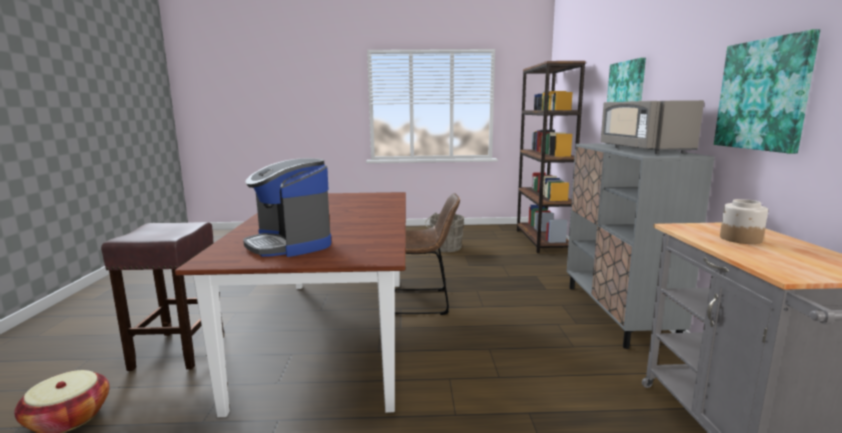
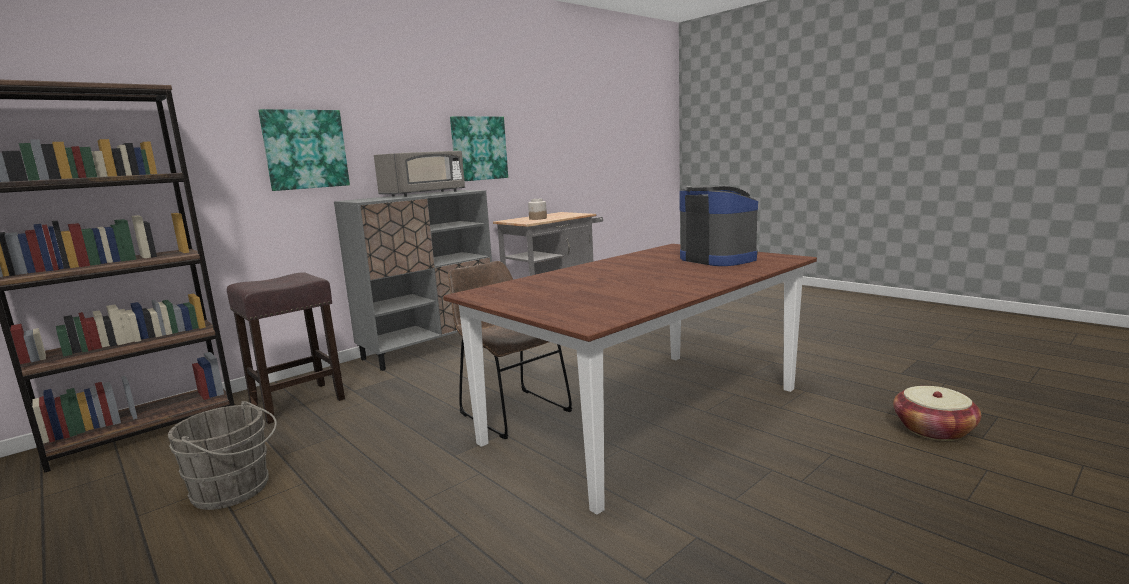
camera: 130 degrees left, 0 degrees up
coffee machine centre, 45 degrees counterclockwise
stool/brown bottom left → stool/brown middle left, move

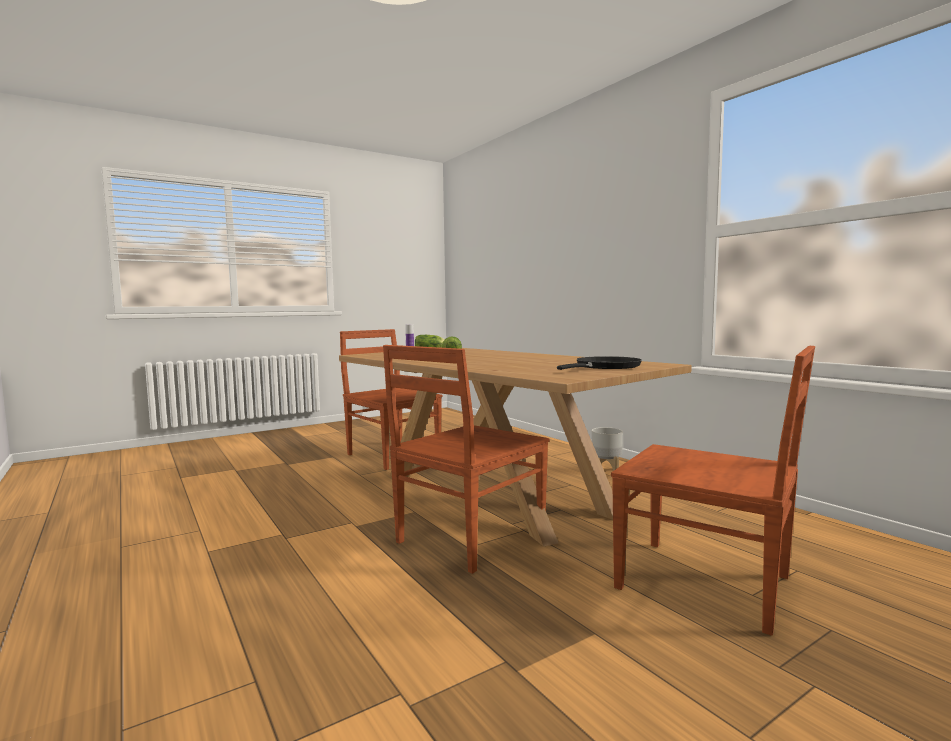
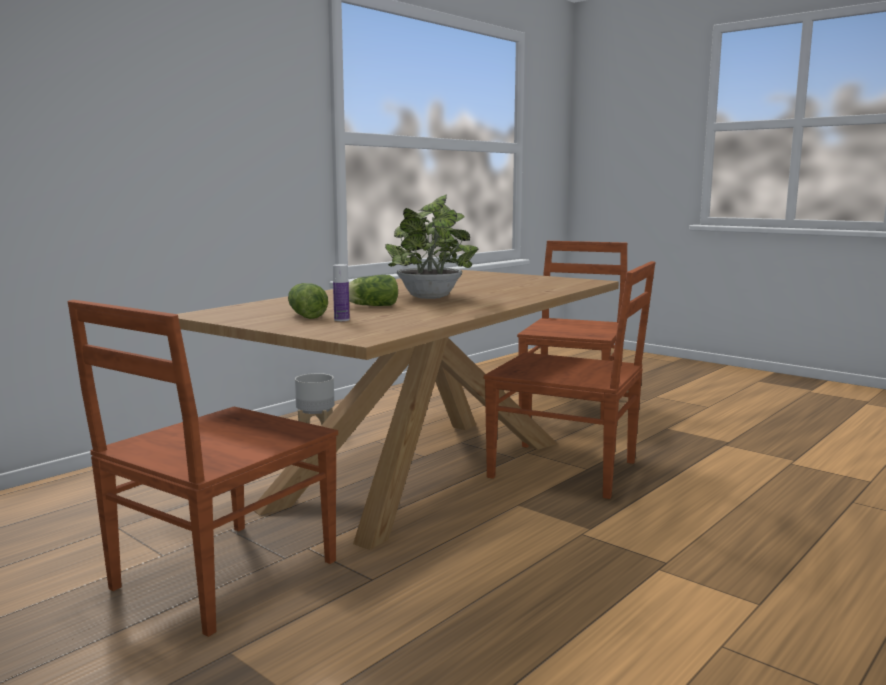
camera: 105 degrees left, 5 degrees up
frying pan/black centre → -
- → potted plant centre

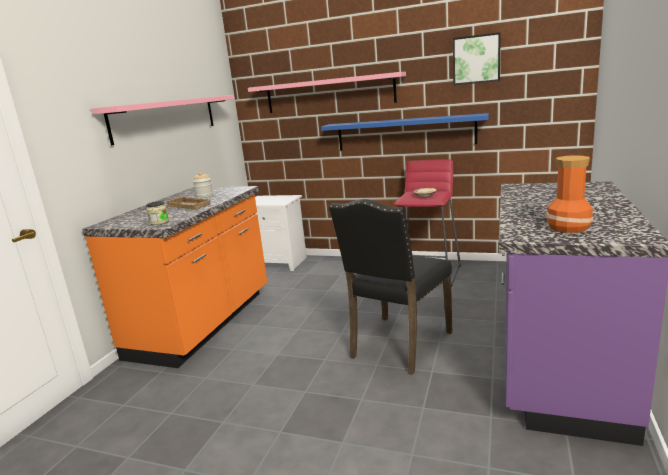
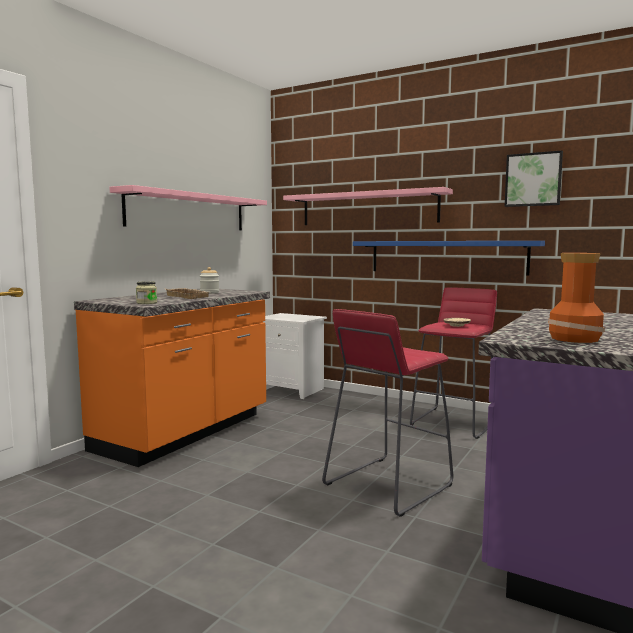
camera: 10 degrees right, 10 degrees down
chair/black centre → stool/red (1st from left) centre

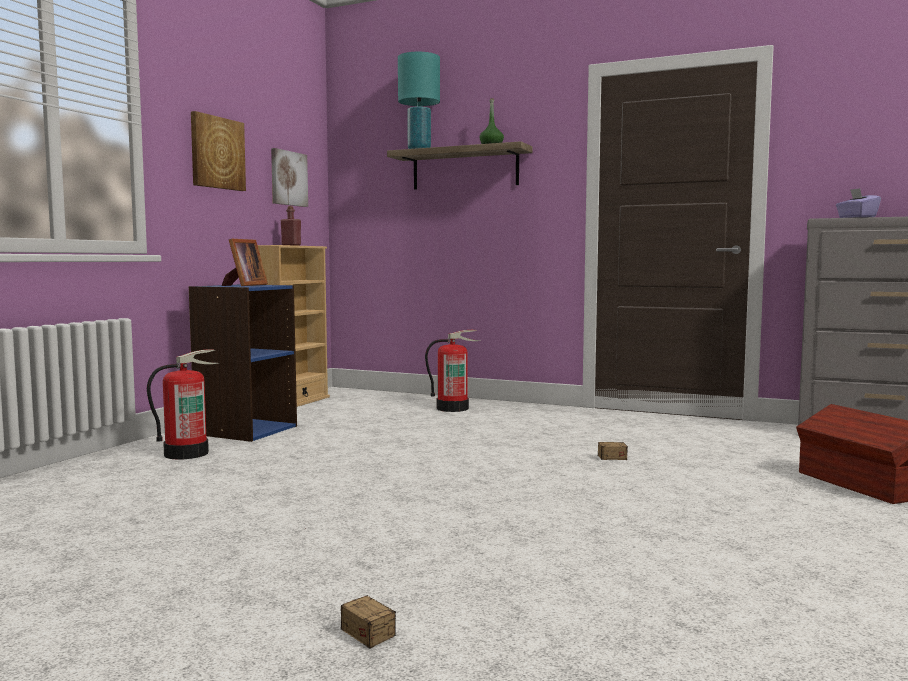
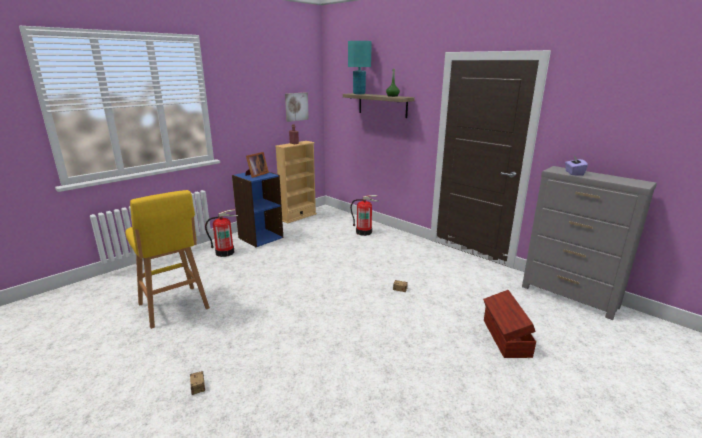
camera: 20 degrees right, 15 degrees up
picture (1st from left) top left → -
- → stool/yellow middle left

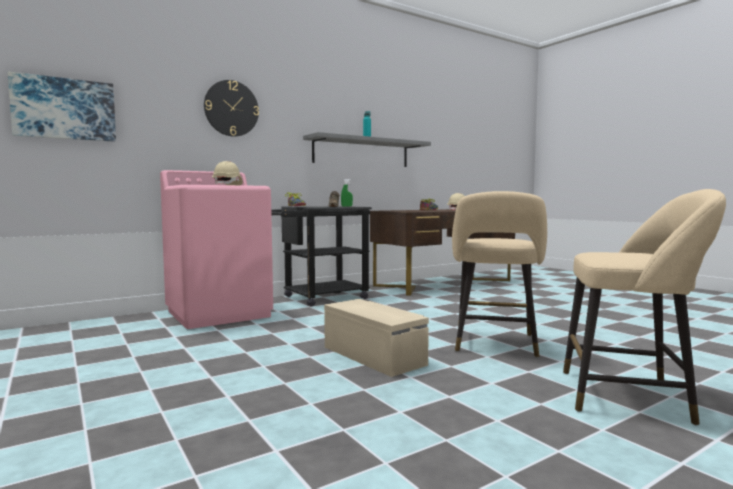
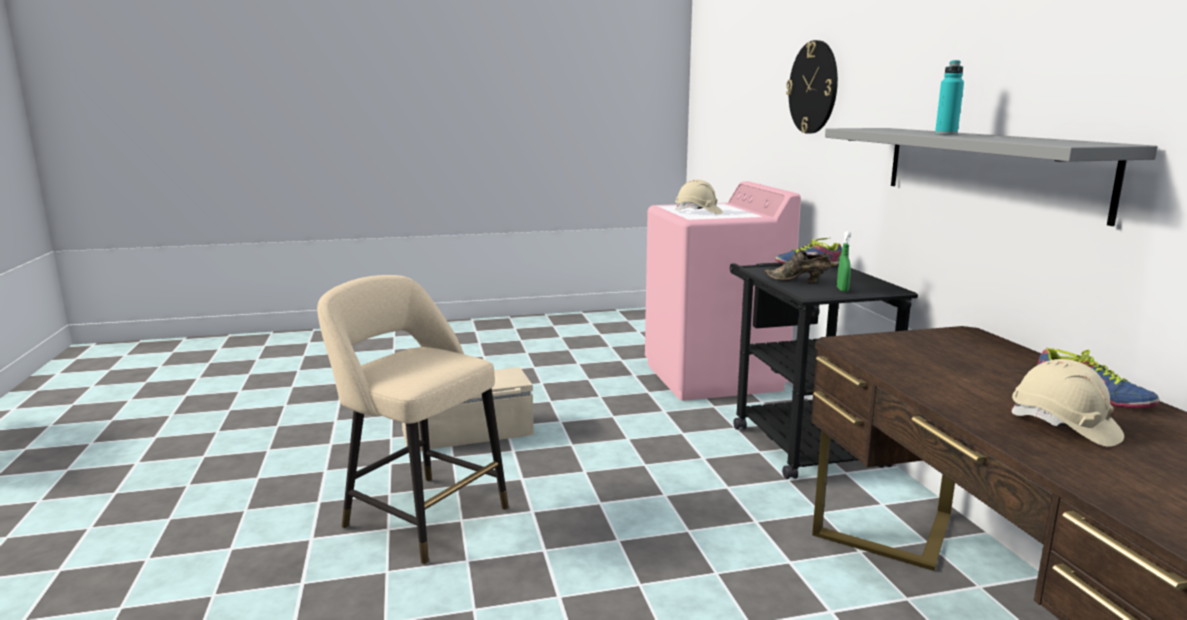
camera: 110 degrees right, 10 degrees up
picture top left → -
stool/beige (2nd from left) middle right → -

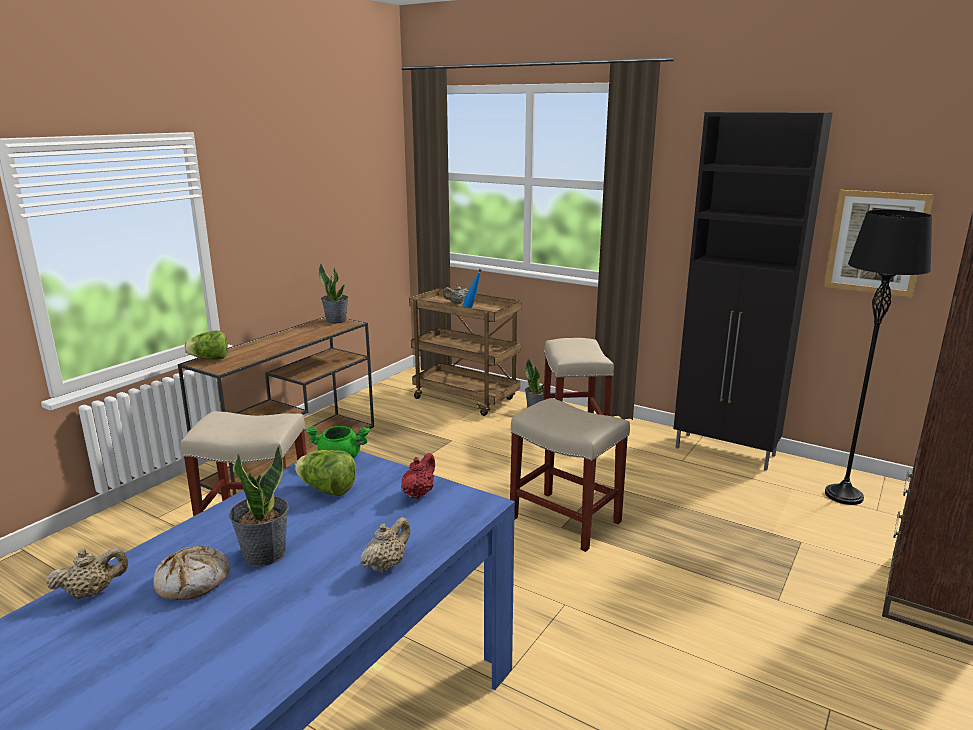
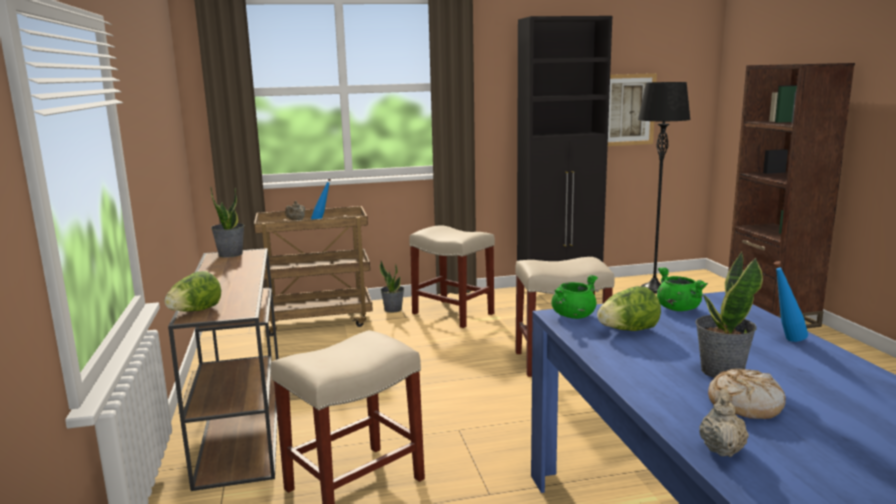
camera: 45 degrees left, 5 degrees down
teapot/red centre → cooking pot/green (2nd from left) middle right
teapot/beige (2nd from left) bottom centre → bottle/blue (2nd from left) middle right

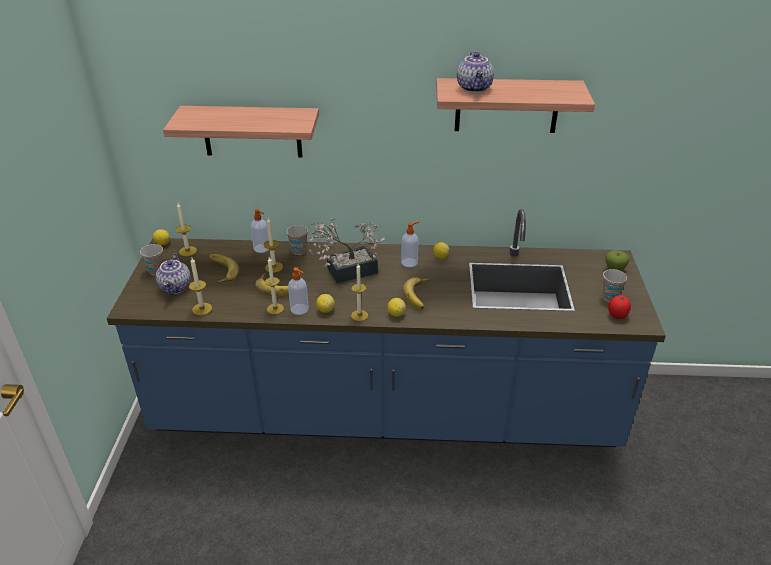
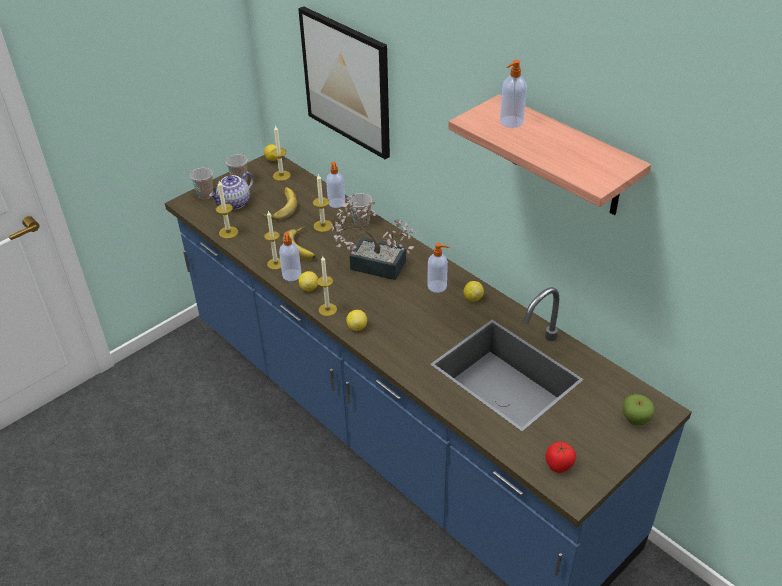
camera: 45 degrees right, 5 degrees up
teapot (2nd from left) top centre → soap dispenser (4th from left) top centre
shelf (1st from left) top left → picture top centre
cup (3rd from left in the first image) middle right → cup (1st from left) top left, move
banana (3rd from left) centre → -

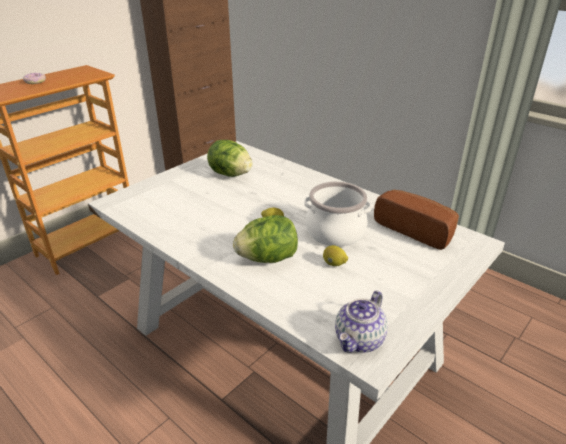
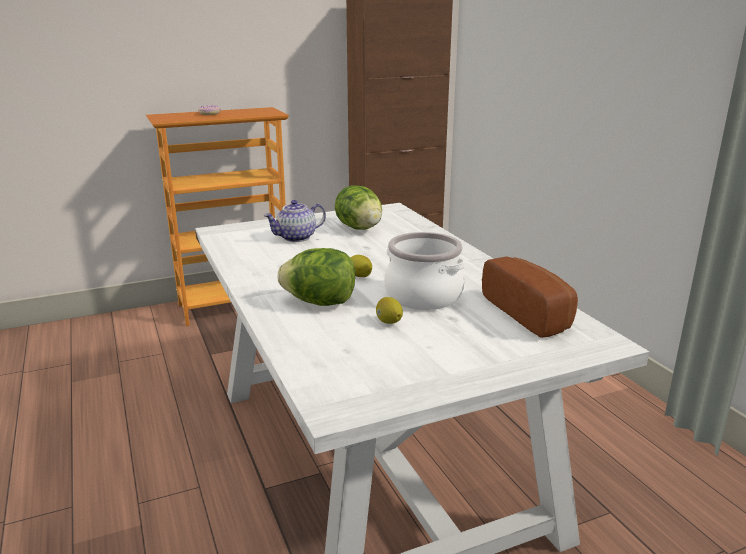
camera: 25 degrees right, 10 degrees down
teapot bottom centre → teapot centre, move

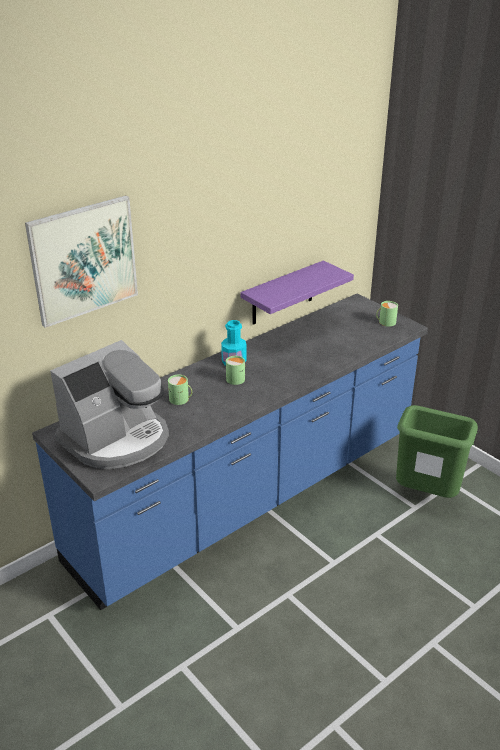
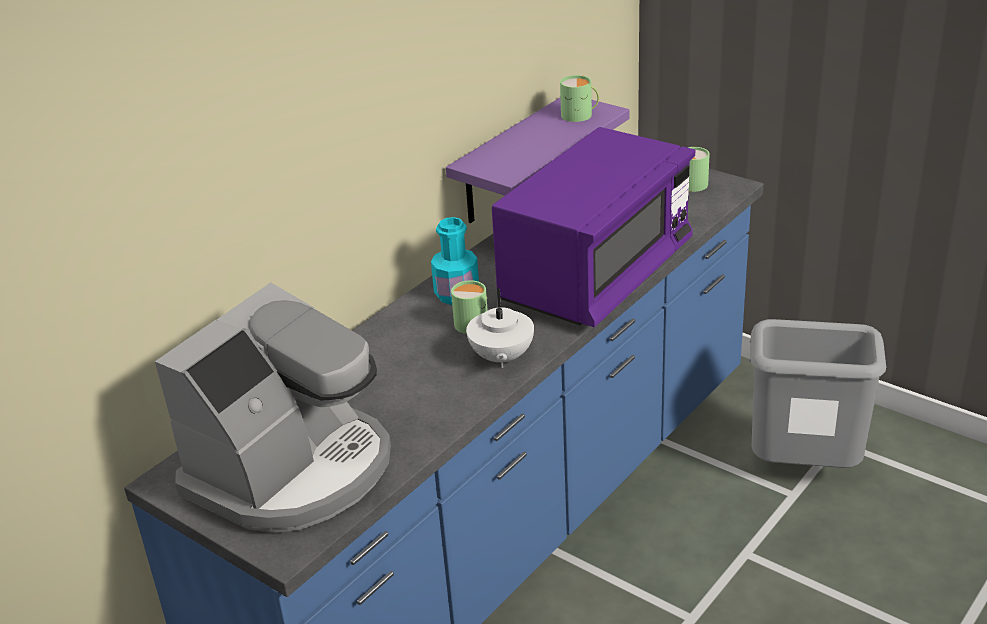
camera: 10 degrees left, 0 degrees up
picture middle left → -
mug/green (1st from left in the first image) centre → mug/green (2nd from left) top centre, move
trash can/green middle right → trash can/grey middle right
- → microwave/purple centre
- → teapot/white centre

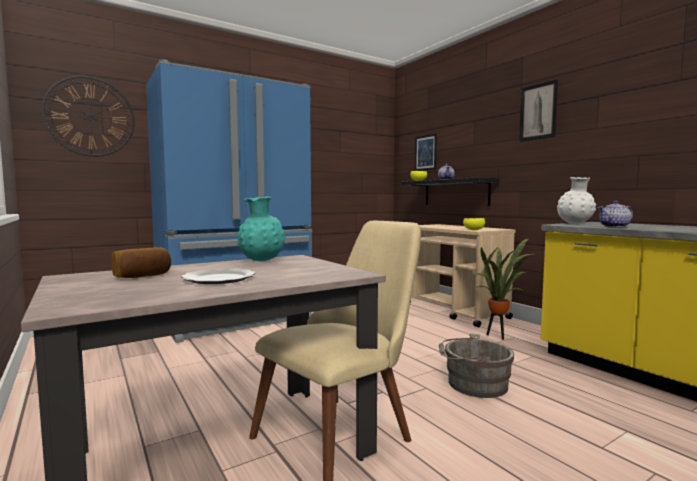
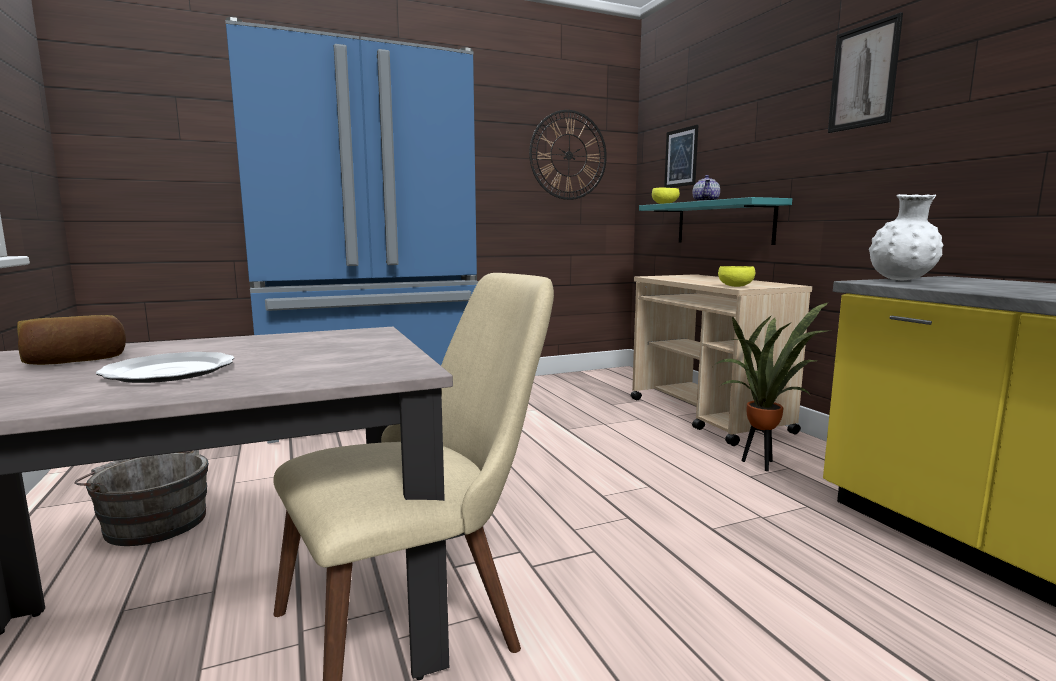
camera: 10 degrees right, 5 degrees up
wall clock top left → wall clock top centre, move
shelf/black centre → shelf/turquoise top right
vase/turquoise centre → -
teapot (2nd from left) middle right → -
bucket/grey bottom right → bucket/grey bottom left, move

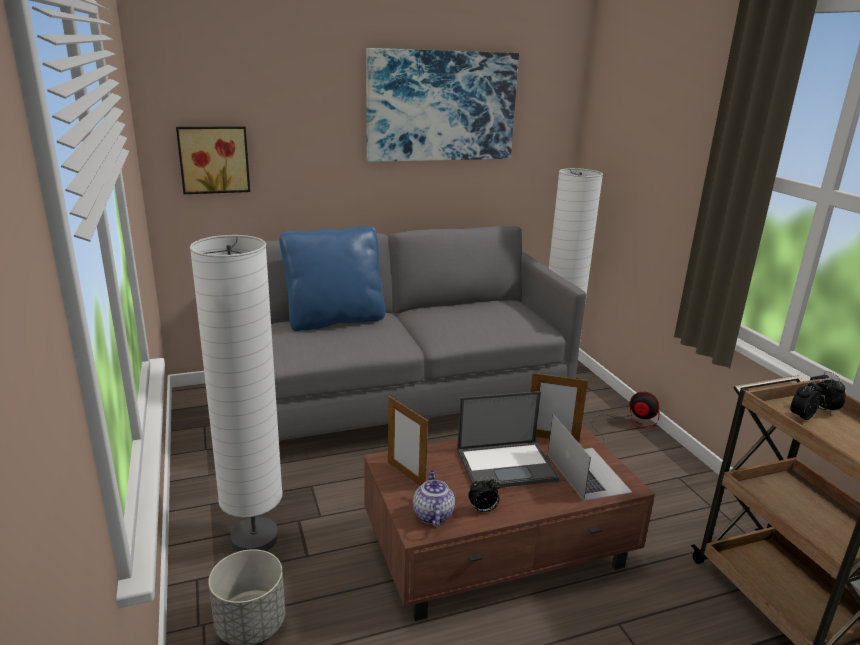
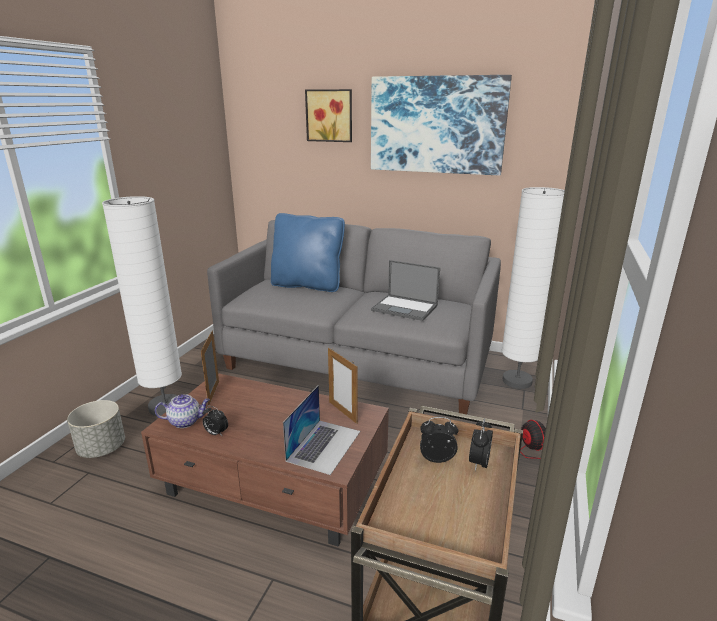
camera: 40 degrees right, 0 degrees up
picture (1st from left) top left → picture (1st from left) top centre, move
laptop (1st from left in the first image) bottom centre → laptop (2nd from left) centre, move
teapot bottom centre → teapot middle left, 45 degrees clockwise

